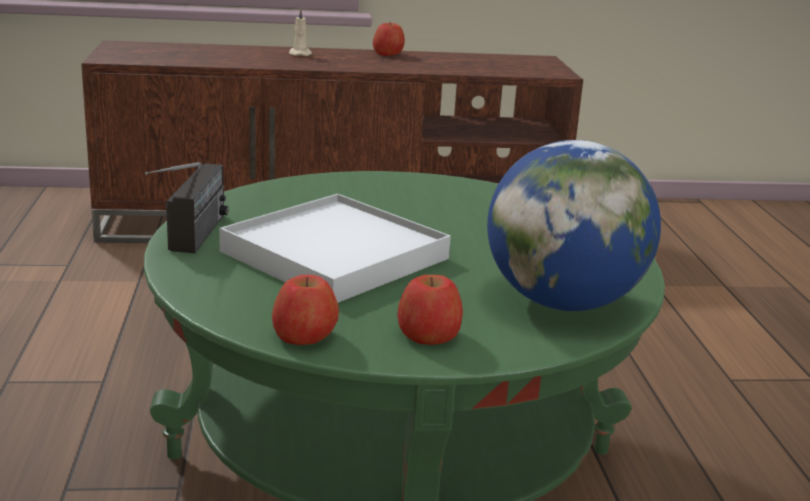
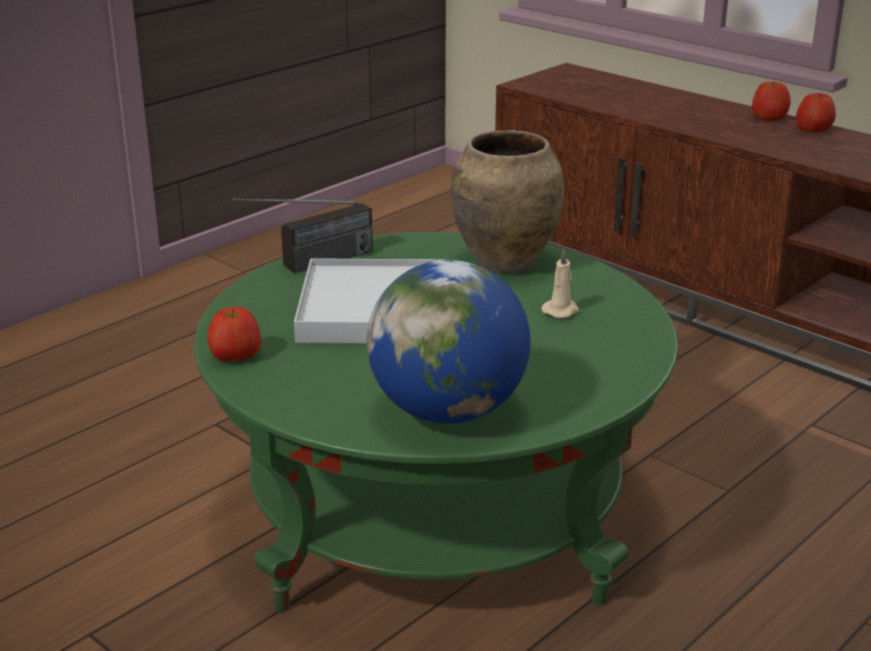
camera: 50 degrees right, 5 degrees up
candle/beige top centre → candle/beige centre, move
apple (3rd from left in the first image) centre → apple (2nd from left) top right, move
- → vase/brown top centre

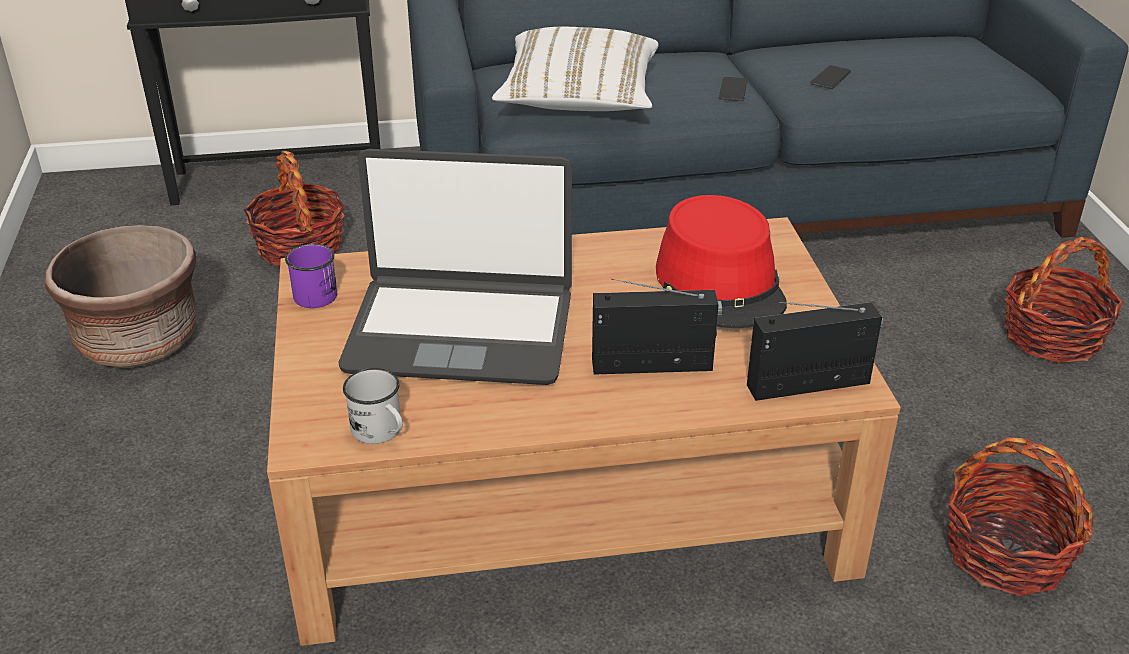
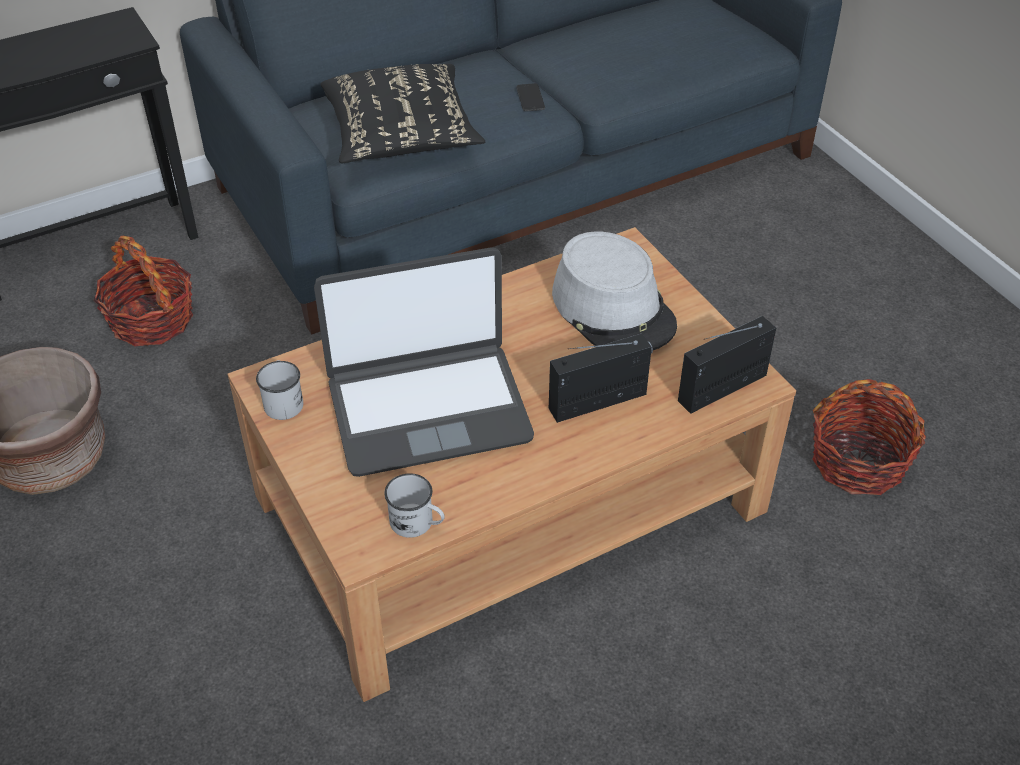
camera: 20 degrees left, 10 degrees up
pillow/white top centre → pillow/black top centre
phone (2nd from left) top right → -
hat/red centre → hat/grey centre
basket (3rd from left) middle right → -
mug/purple middle left → mug/white (1st from left) middle left

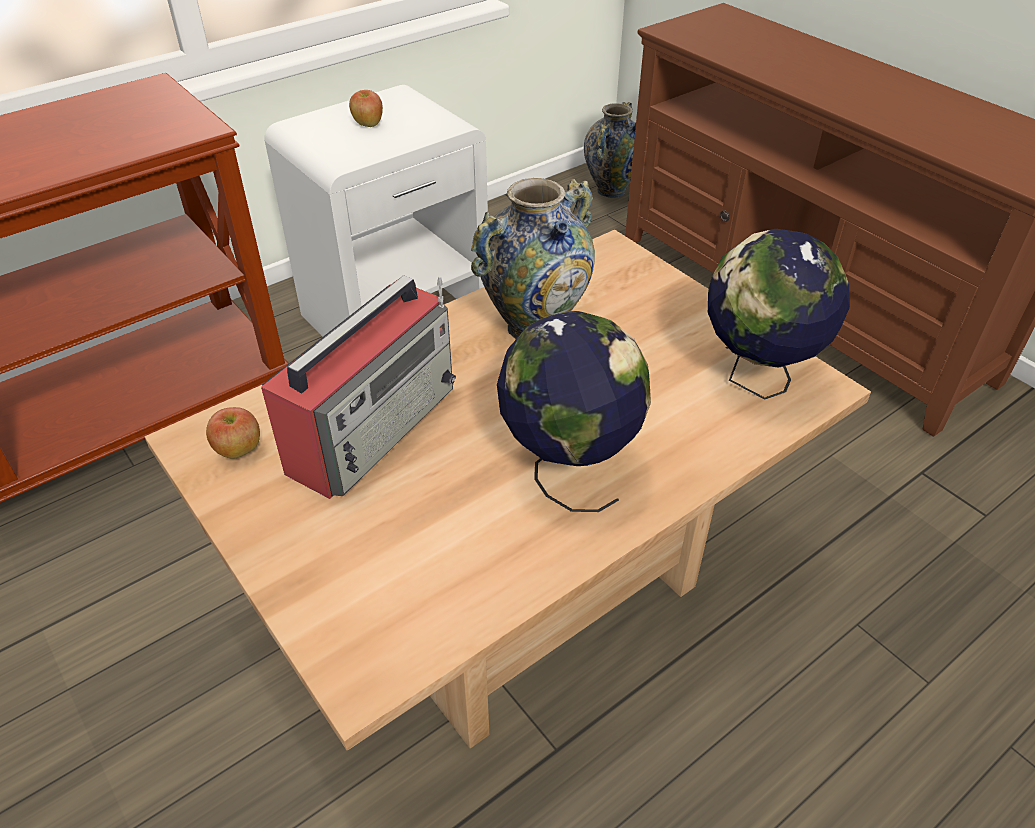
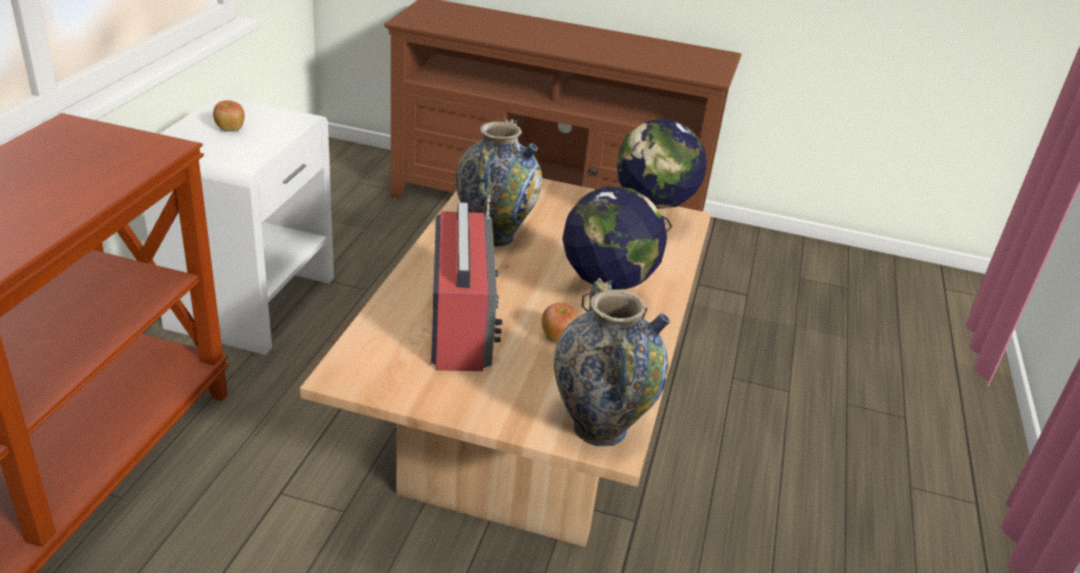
camera: 40 degrees left, 10 degrees down
vase (2nd from left) top centre → vase (2nd from left) centre, move
apple (1st from left in the first image) middle left → apple (2nd from left) centre, move

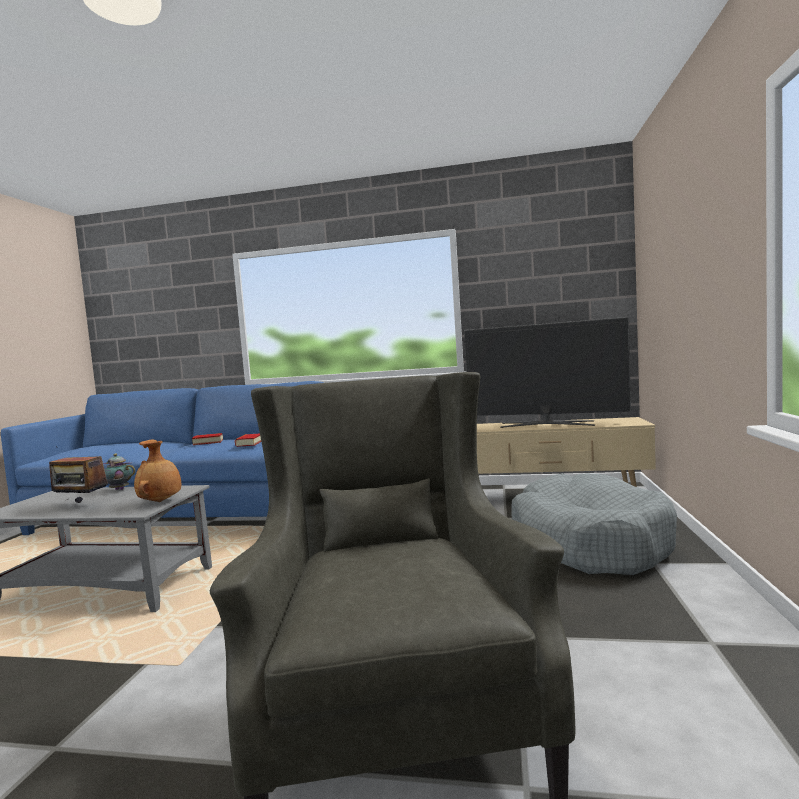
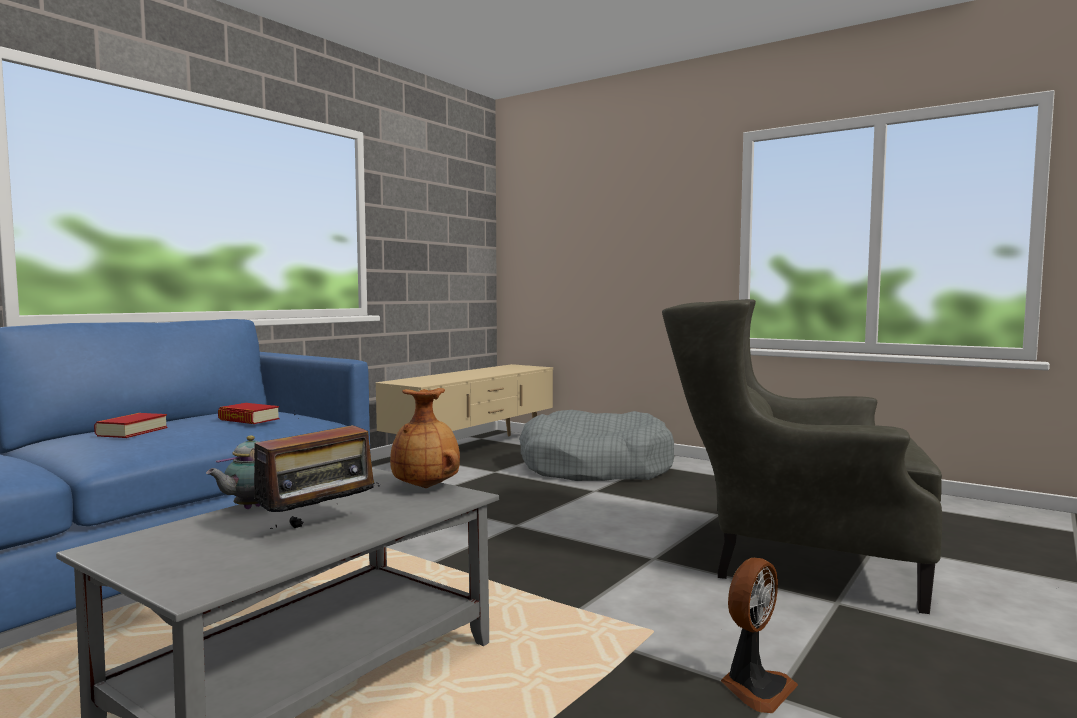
camera: 65 degrees left, 0 degrees up
television middle right → -
- → fan bottom right

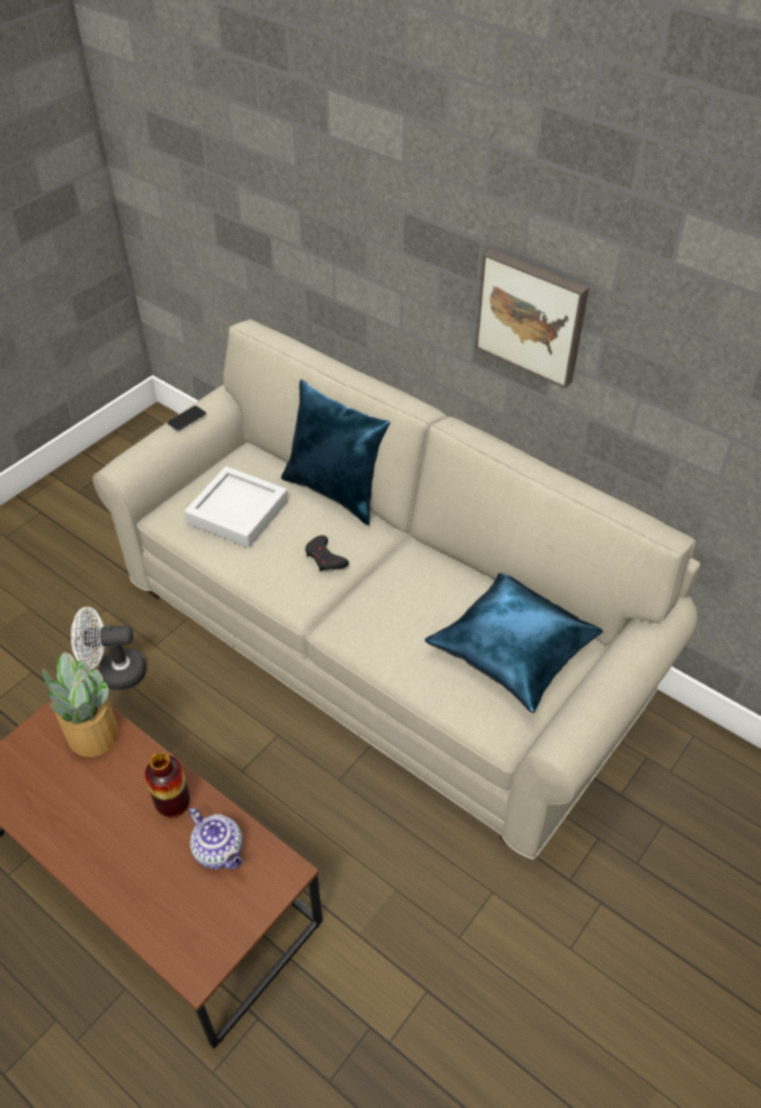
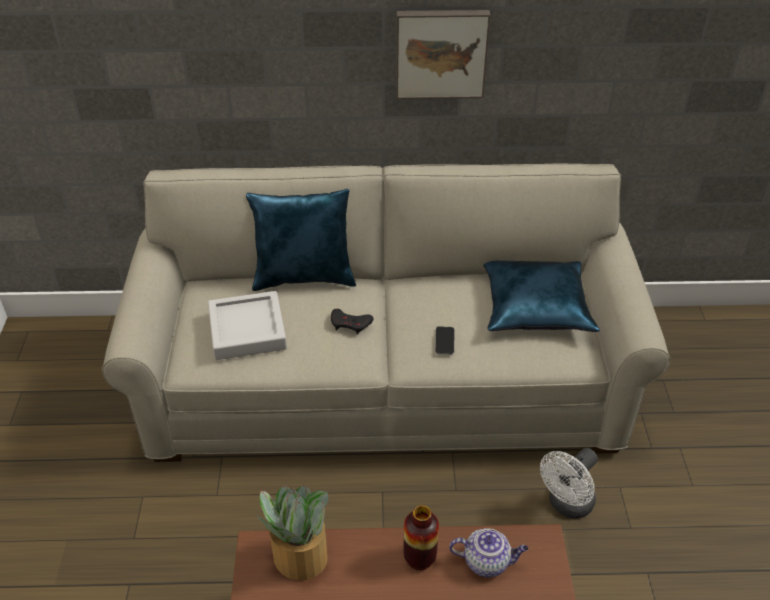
camera: 40 degrees left, 5 degrees down
phone middle left → phone centre, move
fan/white middle left → fan/white bottom right, move

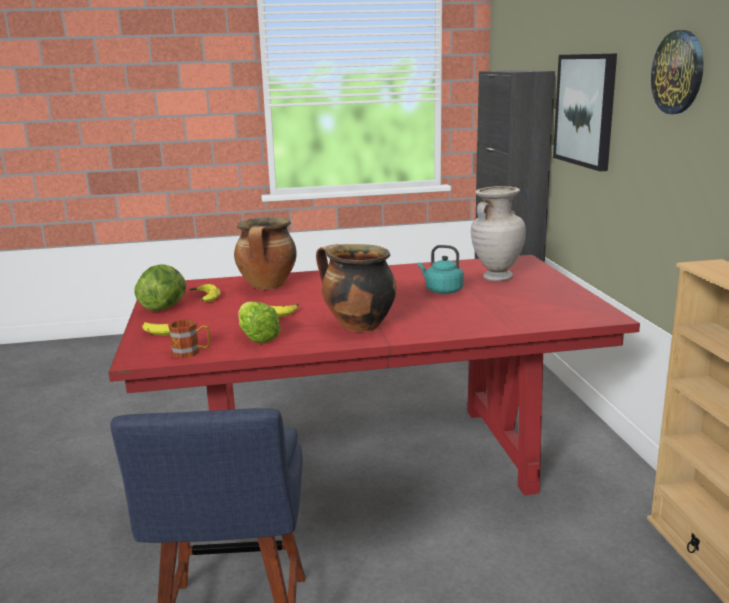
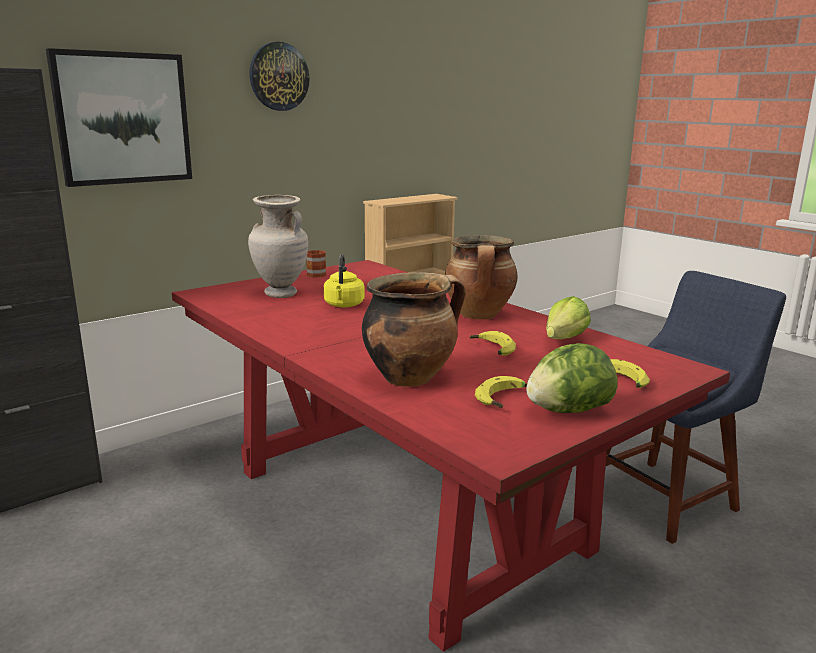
camera: 120 degrees left, 0 degrees up
kettle/turquoise centre → kettle/yellow centre
mug middle left → mug centre, move

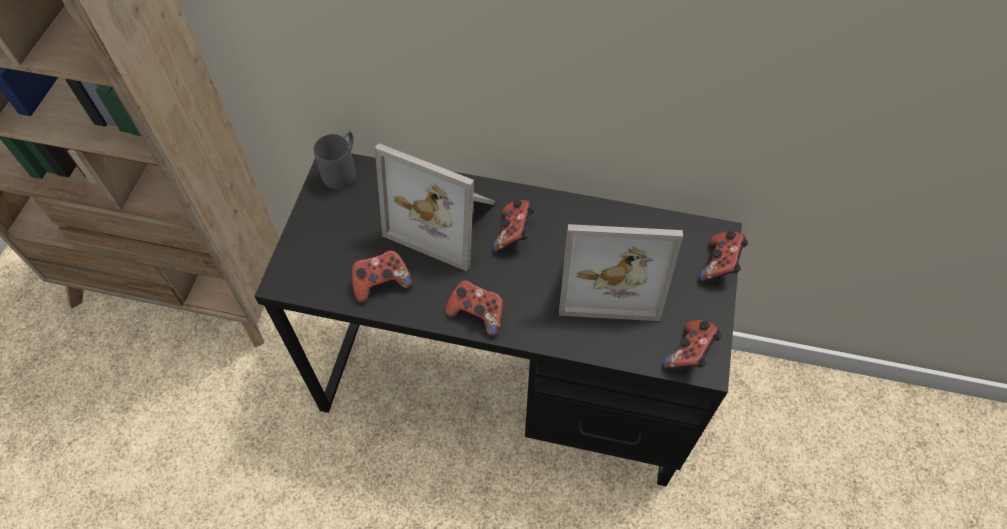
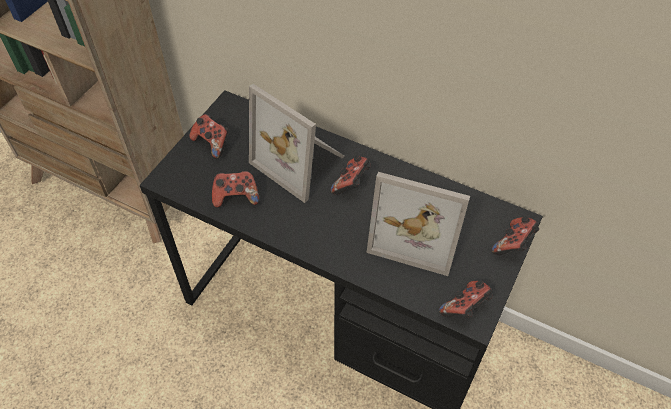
camera: 15 degrees right, 5 degrees down
mug/grey top left → -
game controller (2nd from left in the first image) centre → game controller (1st from left) top left, move

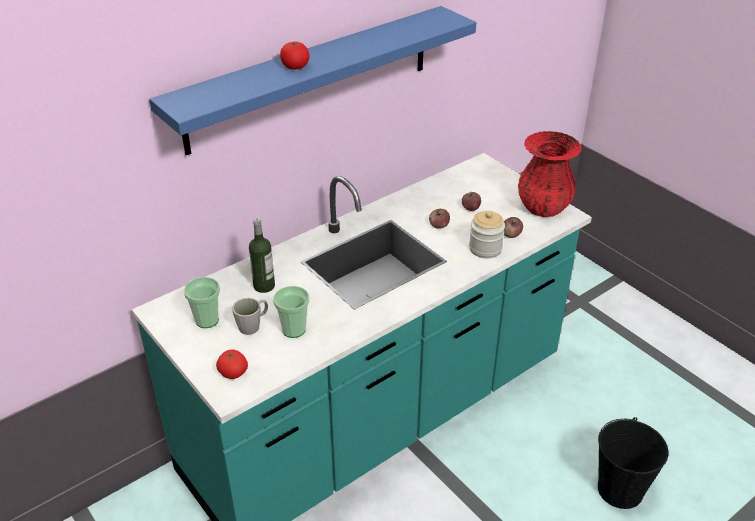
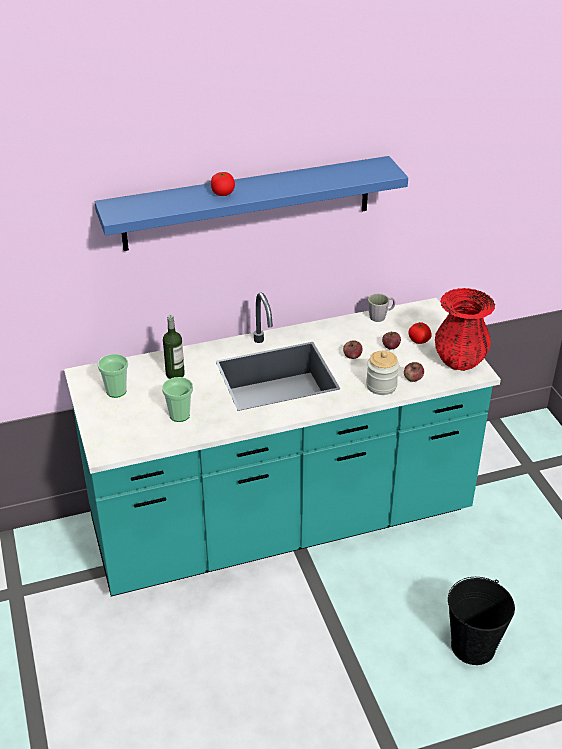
camera: 20 degrees right, 0 degrees up
mug/grey middle left → mug/grey middle right, move
tomato (1st from left in the first image) bottom left → tomato (2nd from left) middle right, move

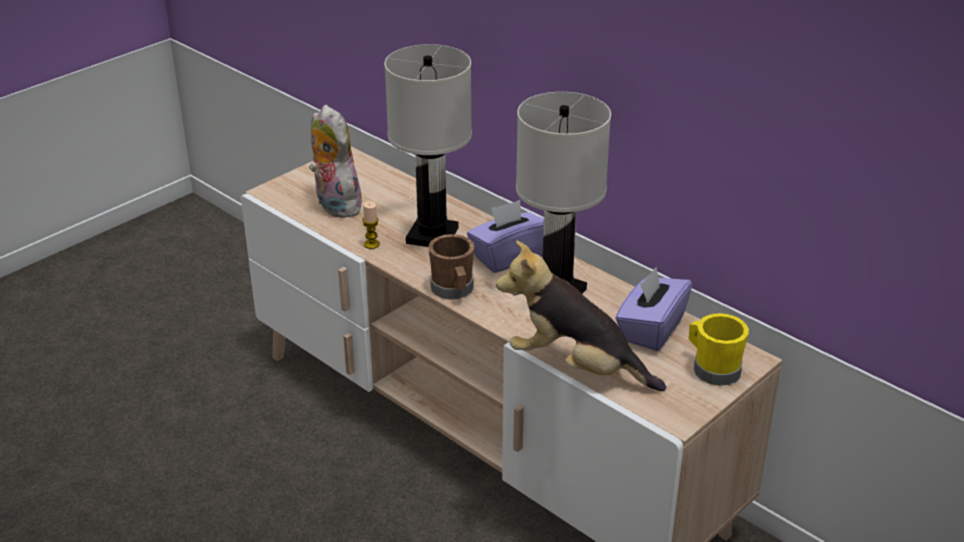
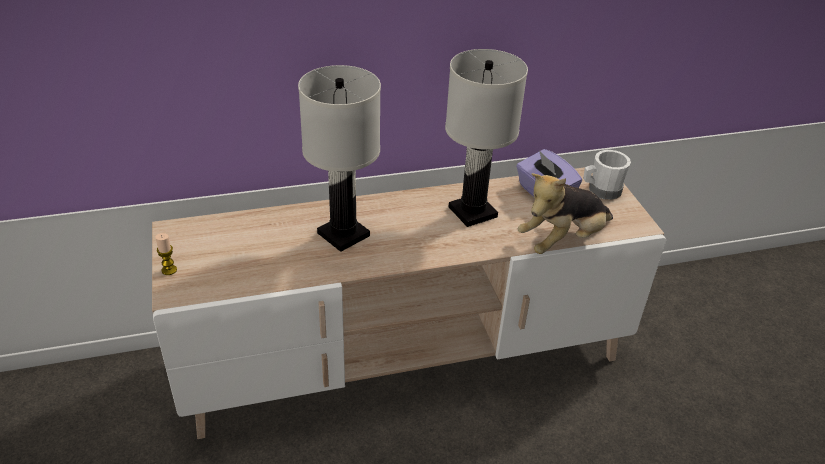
camera: 60 degrees left, 5 degrees up
plush toy (1st from left) top centre → -
tissue box/purple (1st from left) centre → -
candle centre → candle middle left, move
mug/brown centre → -
mug/yellow middle right → mug/white middle right

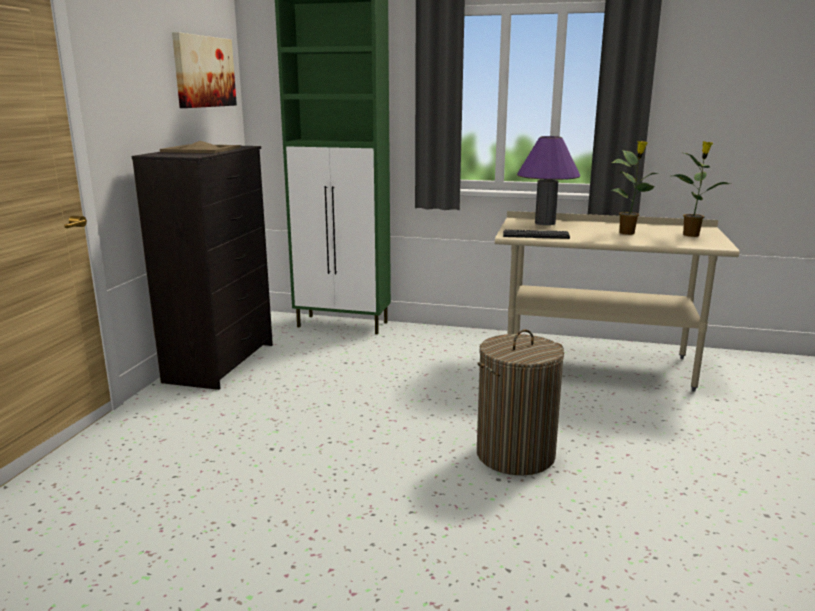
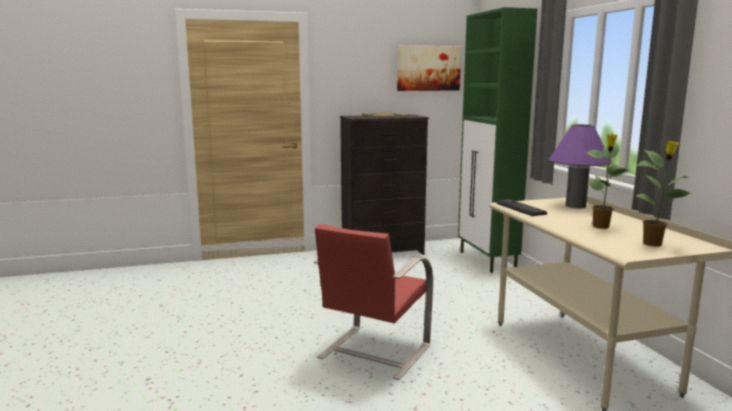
camera: 60 degrees right, 5 degrees down
laundry basket centre → chair/red bottom centre

